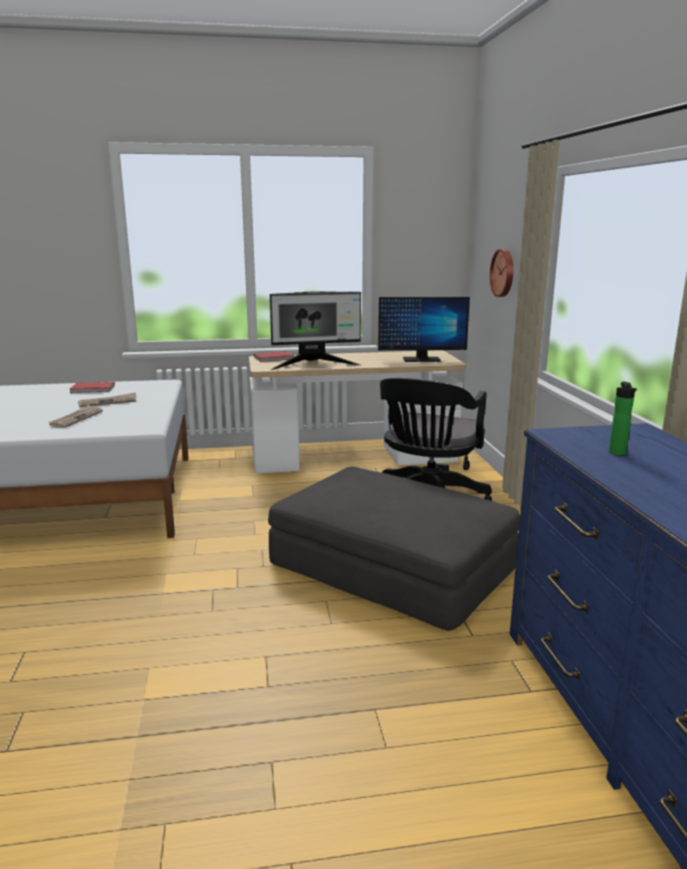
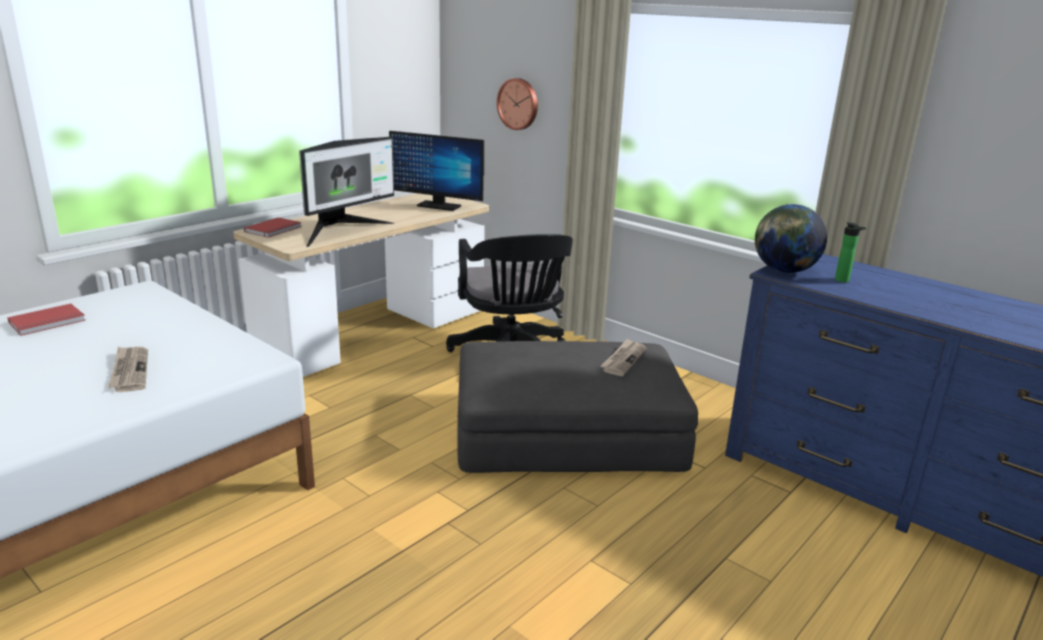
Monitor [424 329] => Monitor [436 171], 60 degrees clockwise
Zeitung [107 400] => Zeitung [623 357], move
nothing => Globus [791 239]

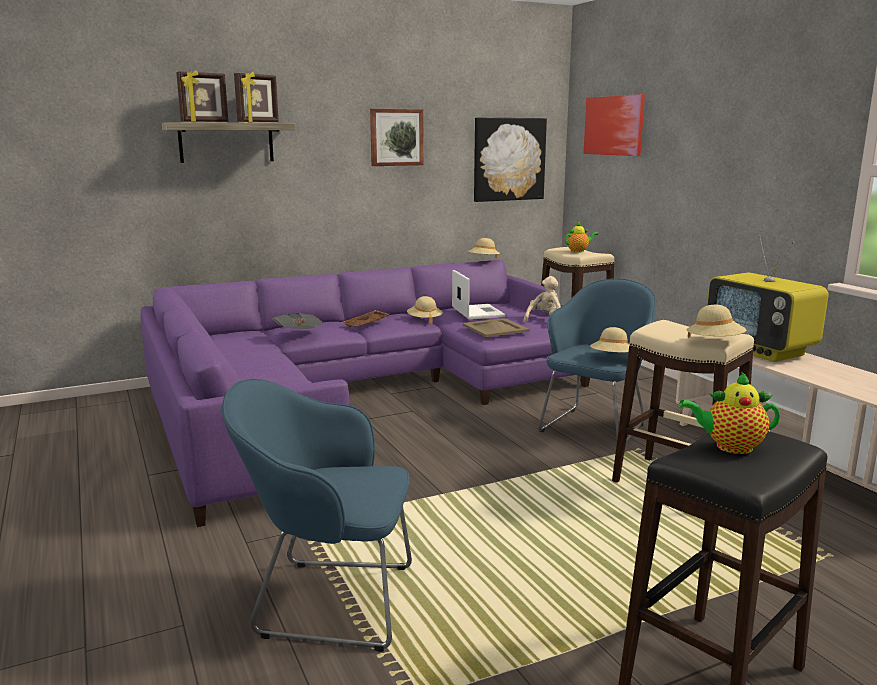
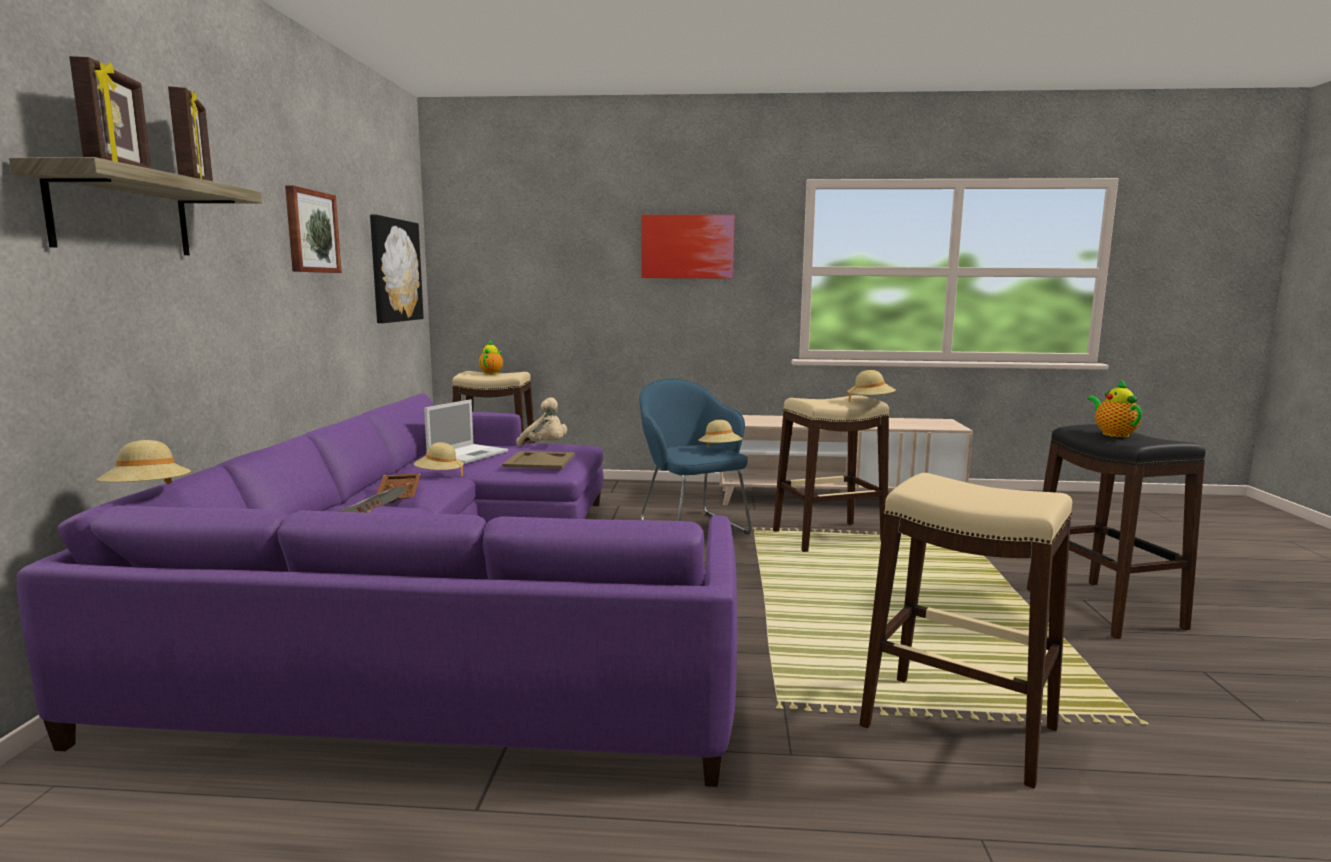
Hut [beige] [484 248] => Hut [beige] [143 462], move
Laptop [479 295] => Laptop [466 431], 105 degrees clockwise
Plüschtier [beige] [542 299] => Plüschtier [beige] [541 422], 150 degrees clockwise
Bild [614 125] => Bild [688 247], move
Sessel [blau] [317 515] => Hocker [beige] [966 631]
Teekanne [729 413] => Teekanne [1114 408], 135 degrees clockwise
Fernseher [768 298] => nothing

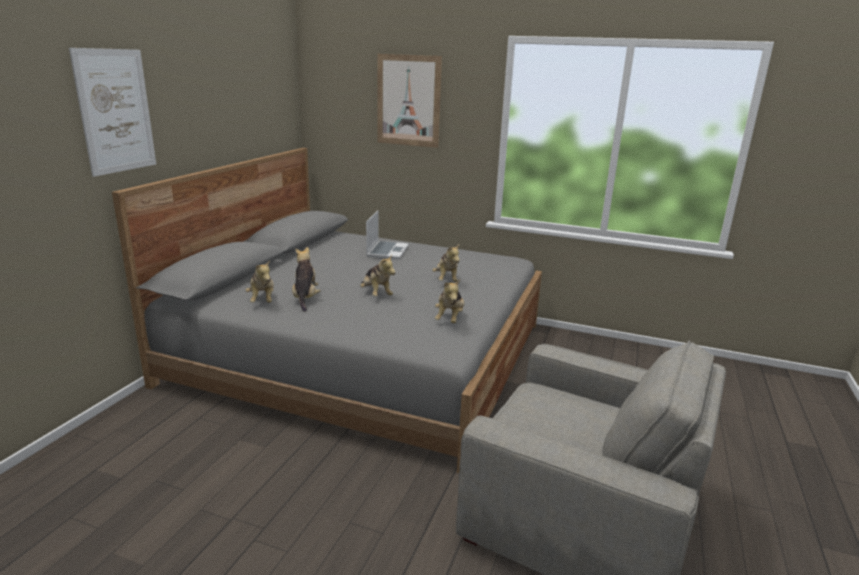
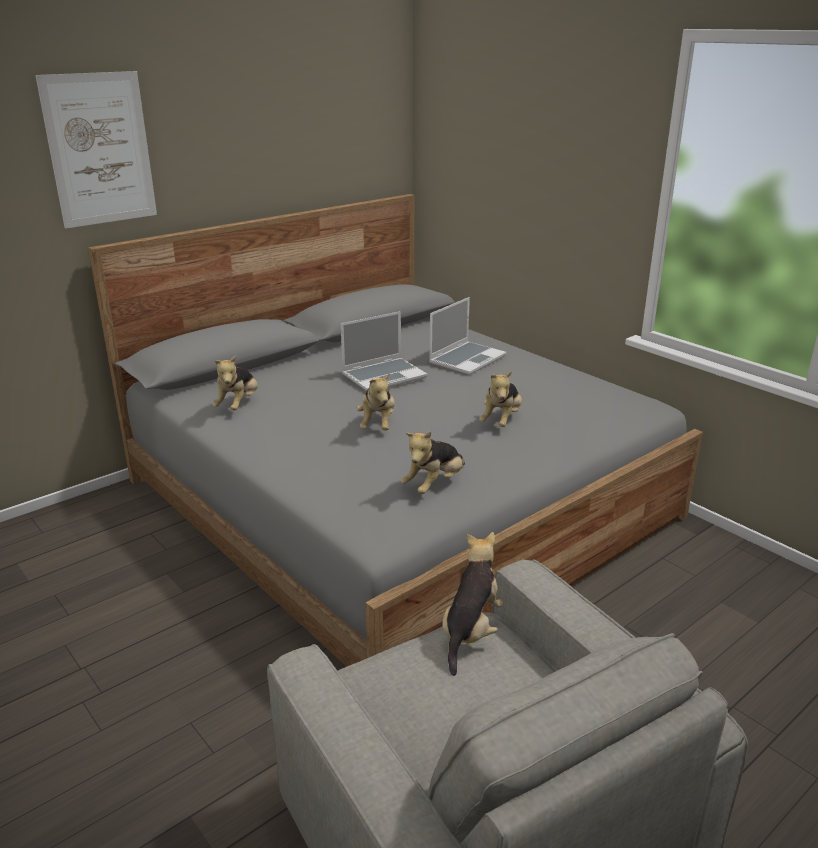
nothing => Laptop [384 351]
Plüschtier [306 279] => Plüschtier [473 604], move
Bild [410 101] => nothing

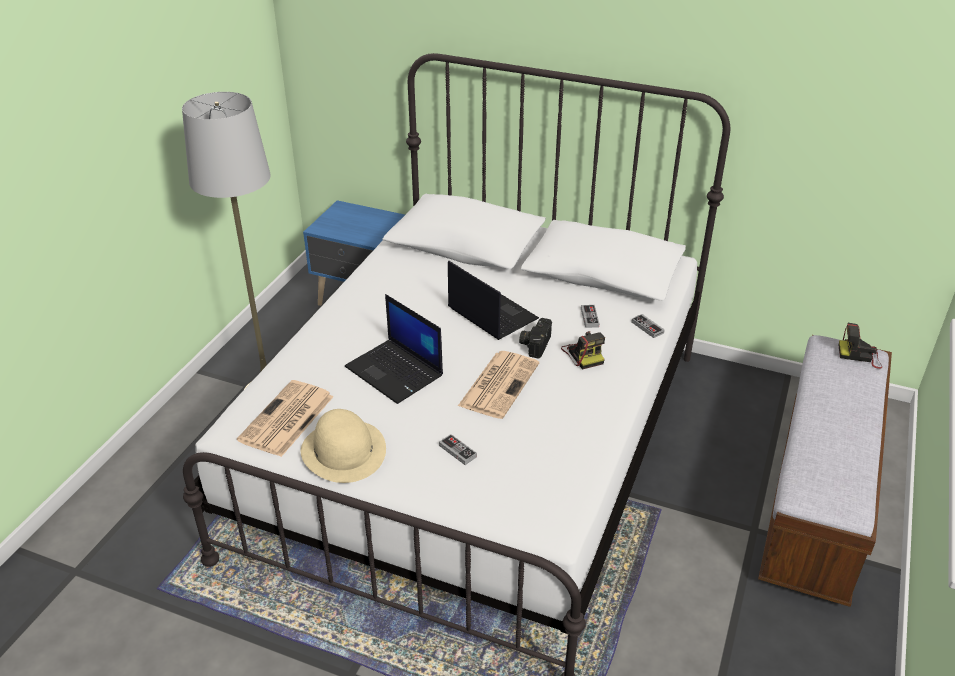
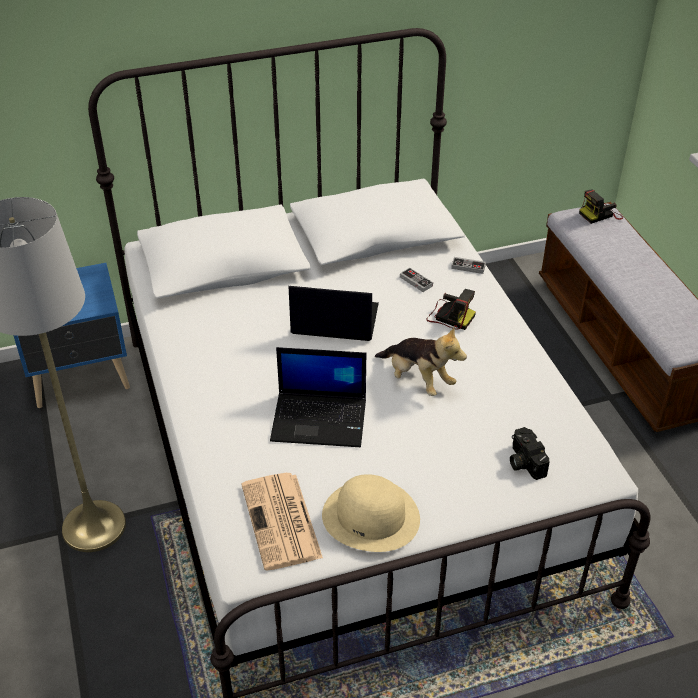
Zeitung [498 385] => Plüschtier [421 361]
Kamera [535 338] => Kamera [529 453], move
Gamepad [458 449] => nothing

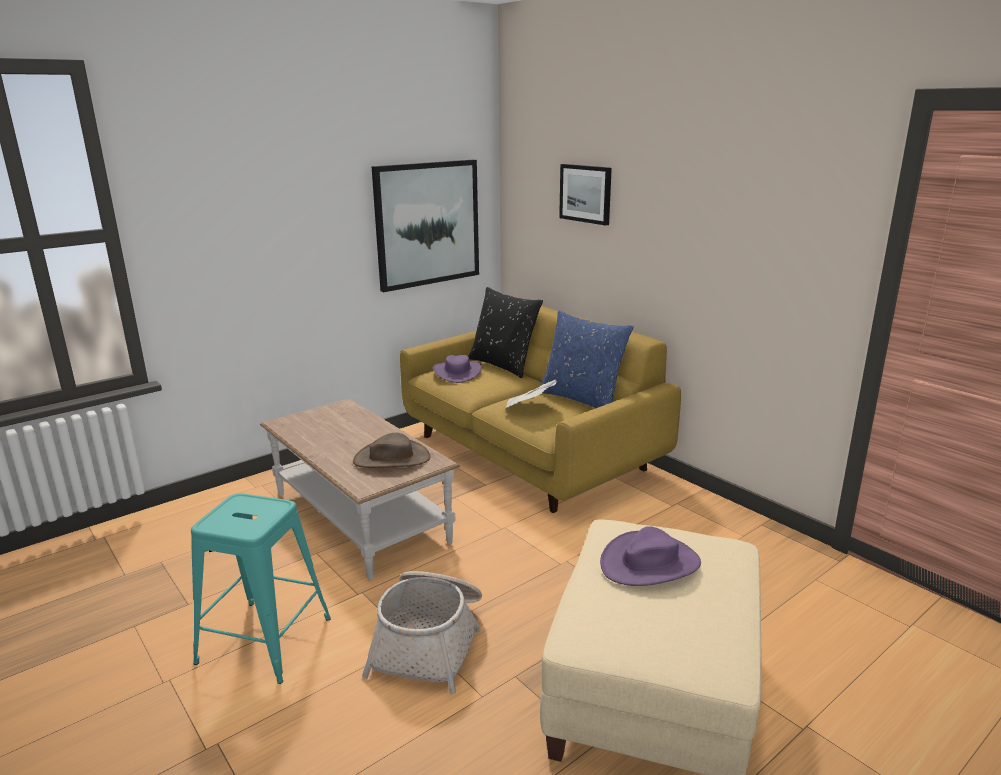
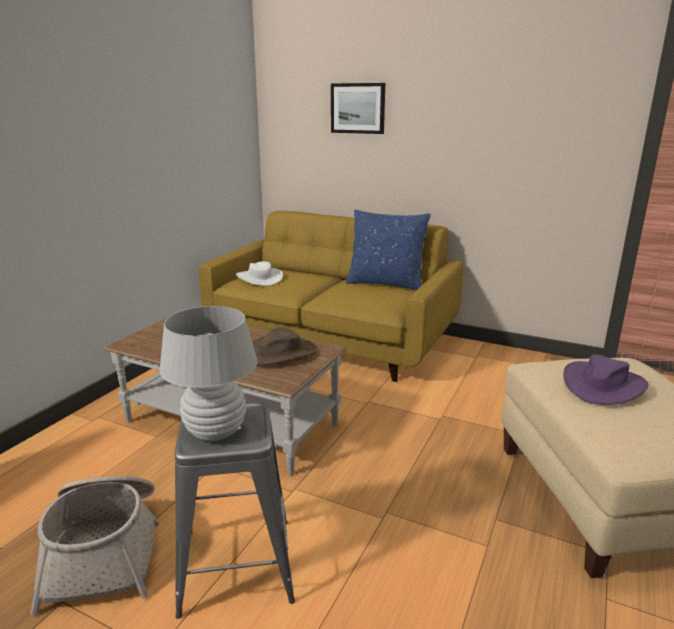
Korb [422 632] => Korb [94 546], move
nothing => Tischlampe [weiß] [208 373]
Hocker [türkis] [261 588] => Hocker [grau] [235 511]
Hut [lila] [457 369] => Hut [weiß] [259 273]
Bild [425 226] => nothing
Kissen [schwarz] [505 332] => nothing
Zeitung [531 393] => nothing

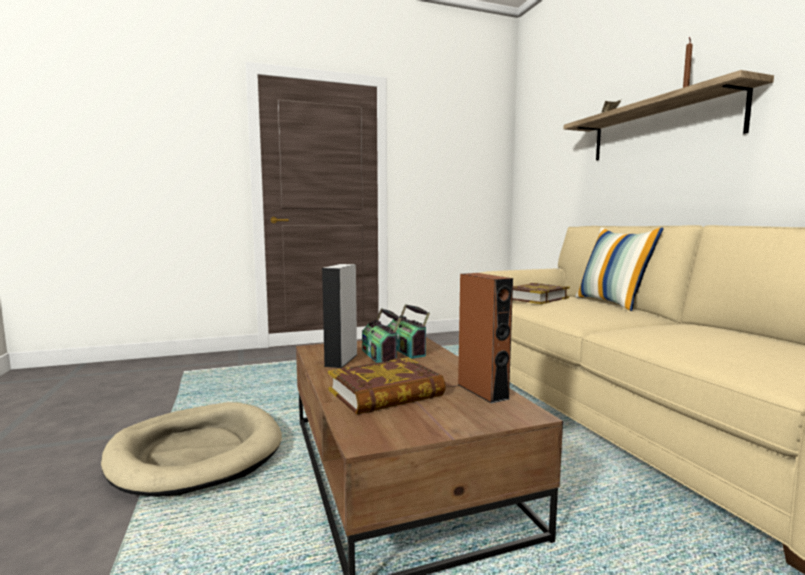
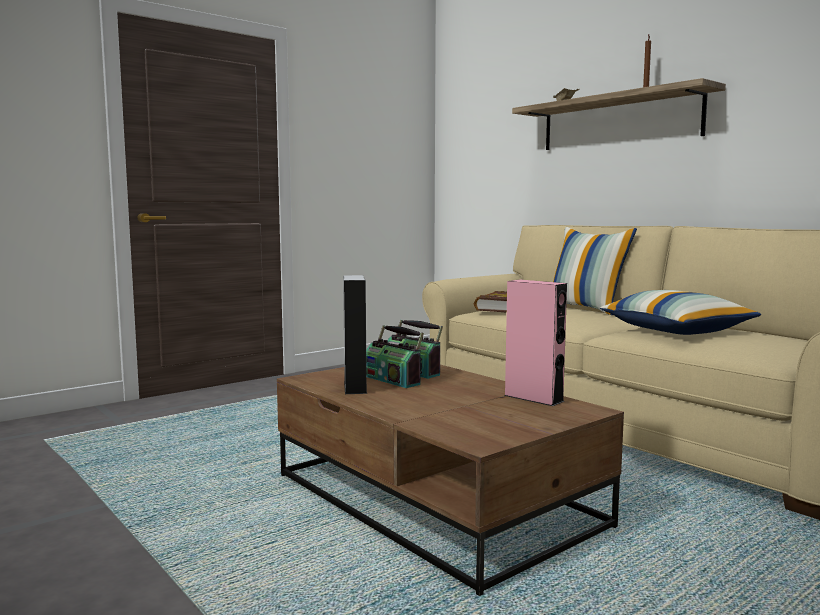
Lautsprecher [braun] [485 338] => Lautsprecher [rosa] [535 342]
nothing => Kissen [680 312]
Hundebett [beige] [191 449] => nothing
Buch [387 386] => nothing

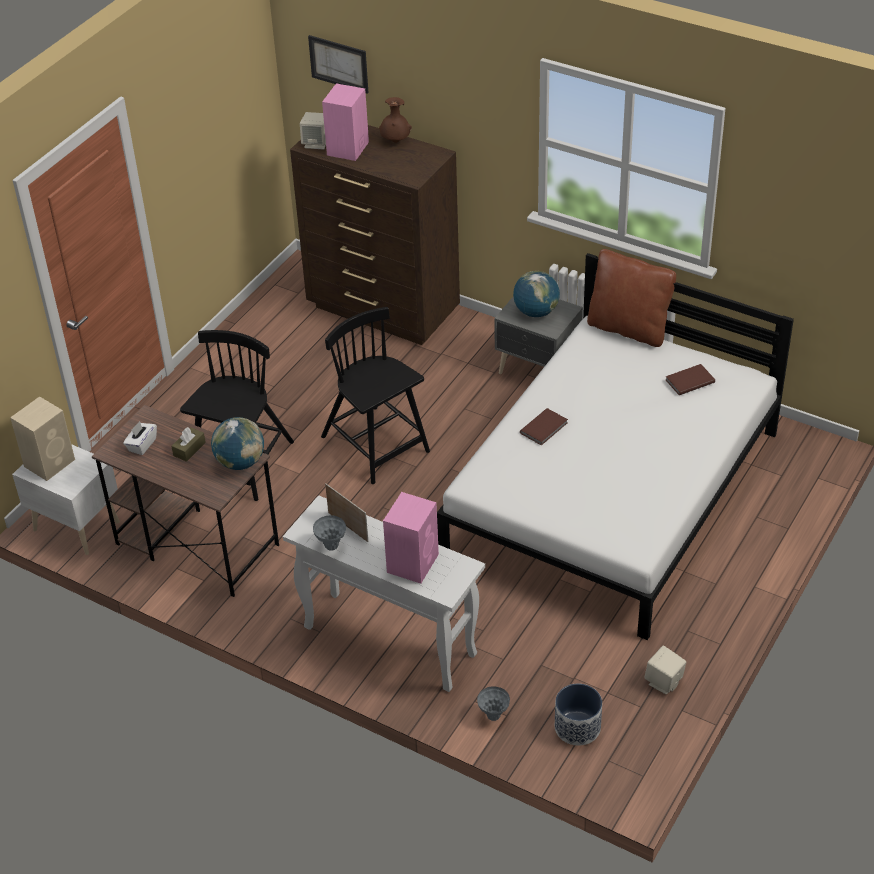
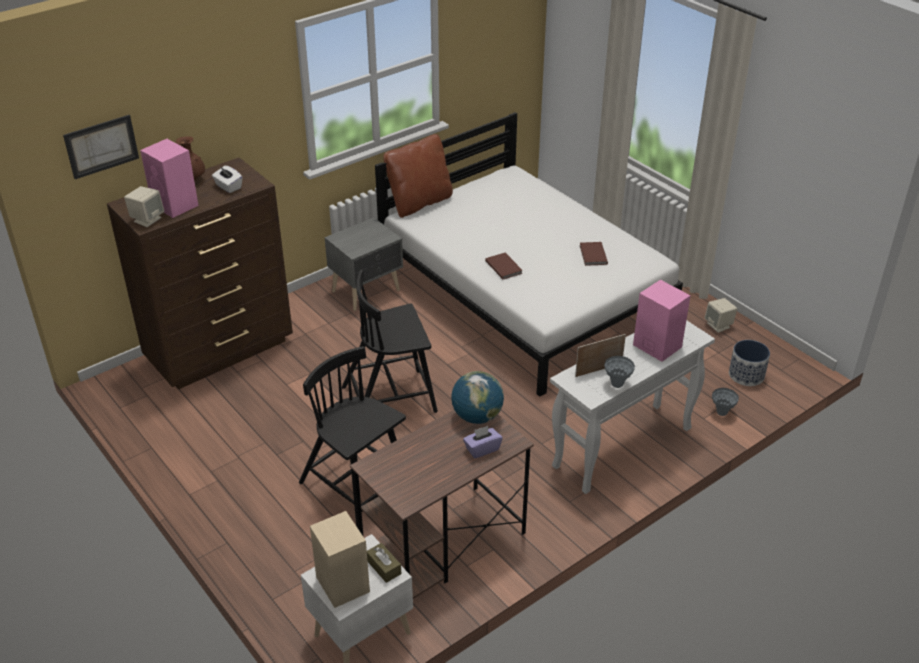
Taschentuchbox [weiß] [140 438] => Taschentuchbox [weiß] [227 179], move
Taschentuchbox [braun] [189 444] => Taschentuchbox [braun] [384 563], move
nothing => Taschentuchbox [lila] [482 442]
Buch [braun] [690 379] => Buch [braun] [594 254], move
Globus [536 294] => nothing

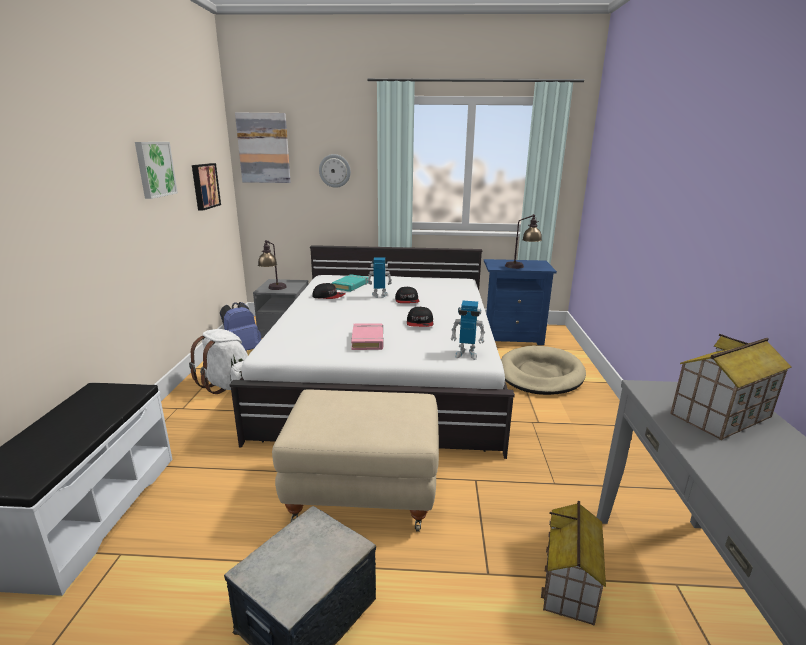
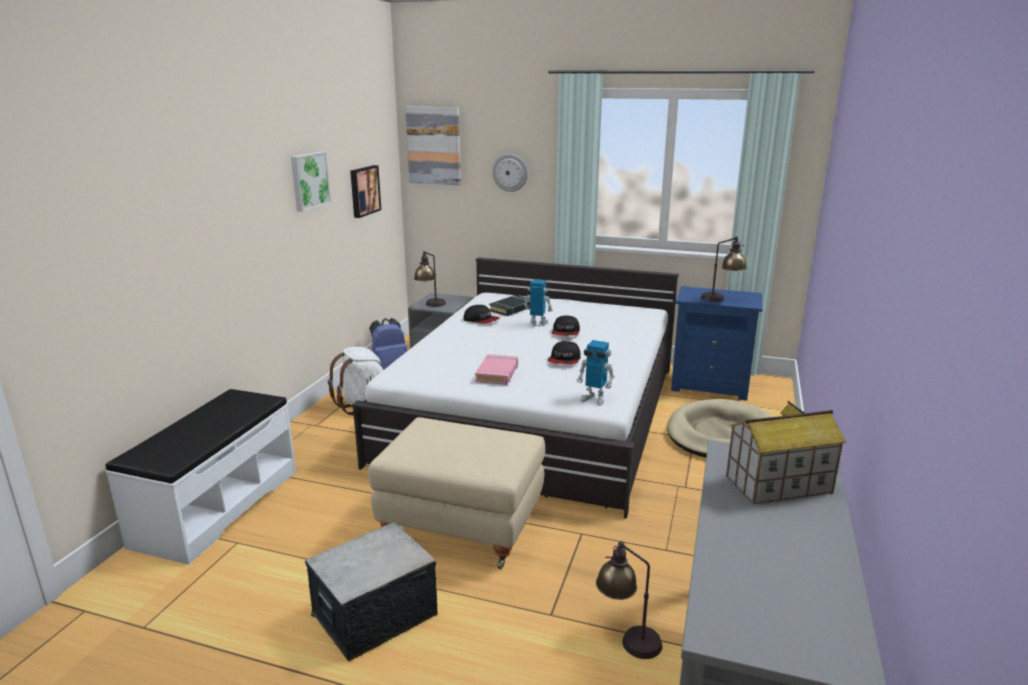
Buch [türkis] [350 283] => Buch [schwarz] [509 305]
Spielzeughaus [573 563] => Tischlampe [629 600]

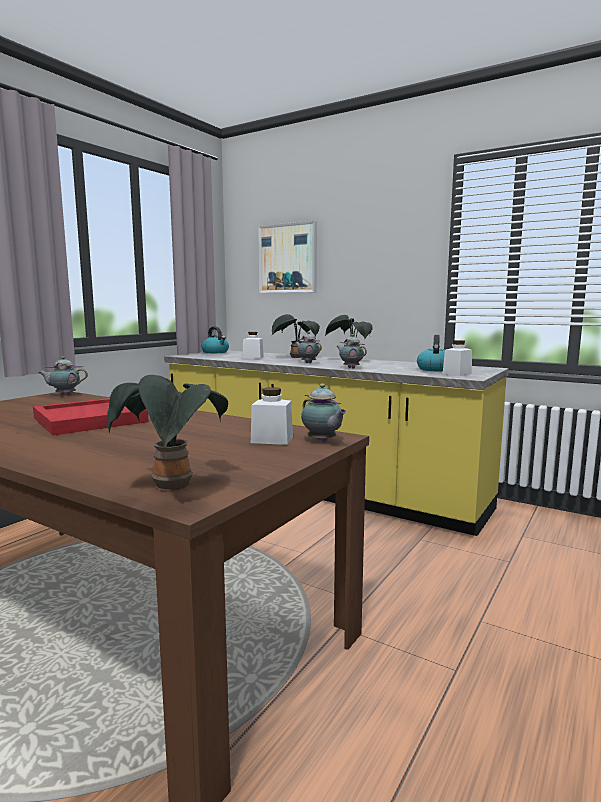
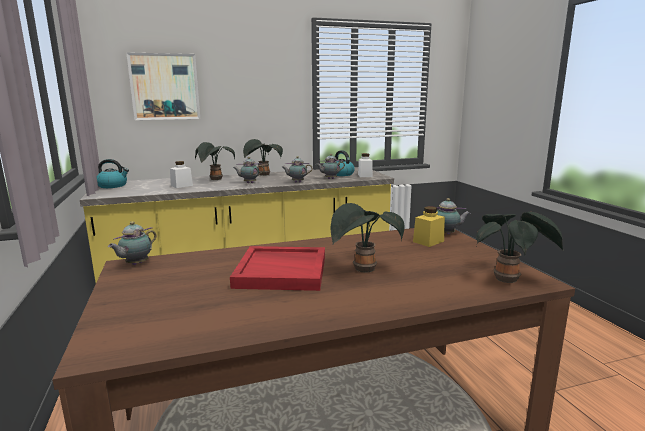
nothing => Teekanne [330 166]
nothing => Topfpflanze [367 238]
Vorratsglas [weiß] [272 416] => Vorratsglas [gelb] [429 226]

